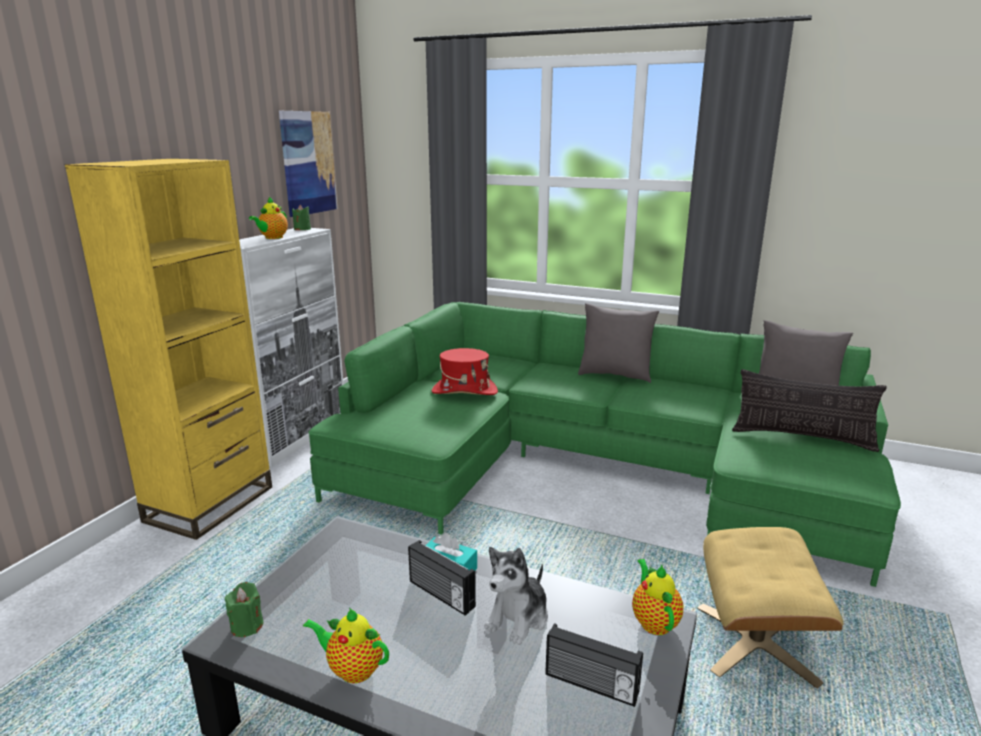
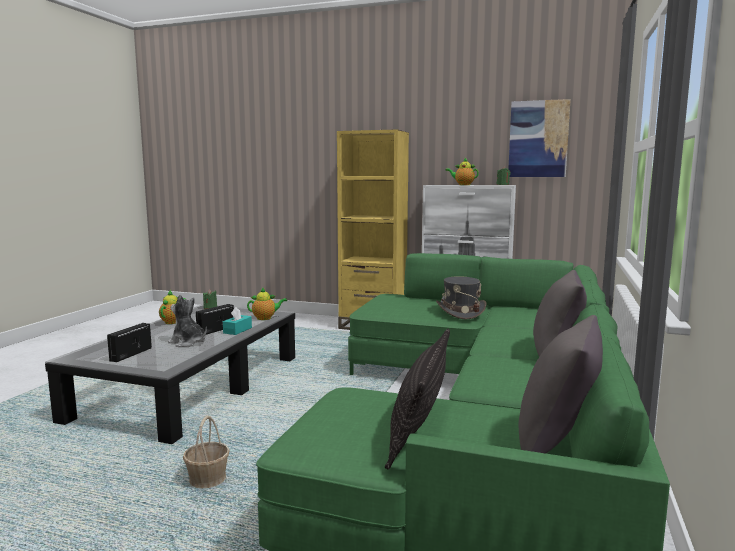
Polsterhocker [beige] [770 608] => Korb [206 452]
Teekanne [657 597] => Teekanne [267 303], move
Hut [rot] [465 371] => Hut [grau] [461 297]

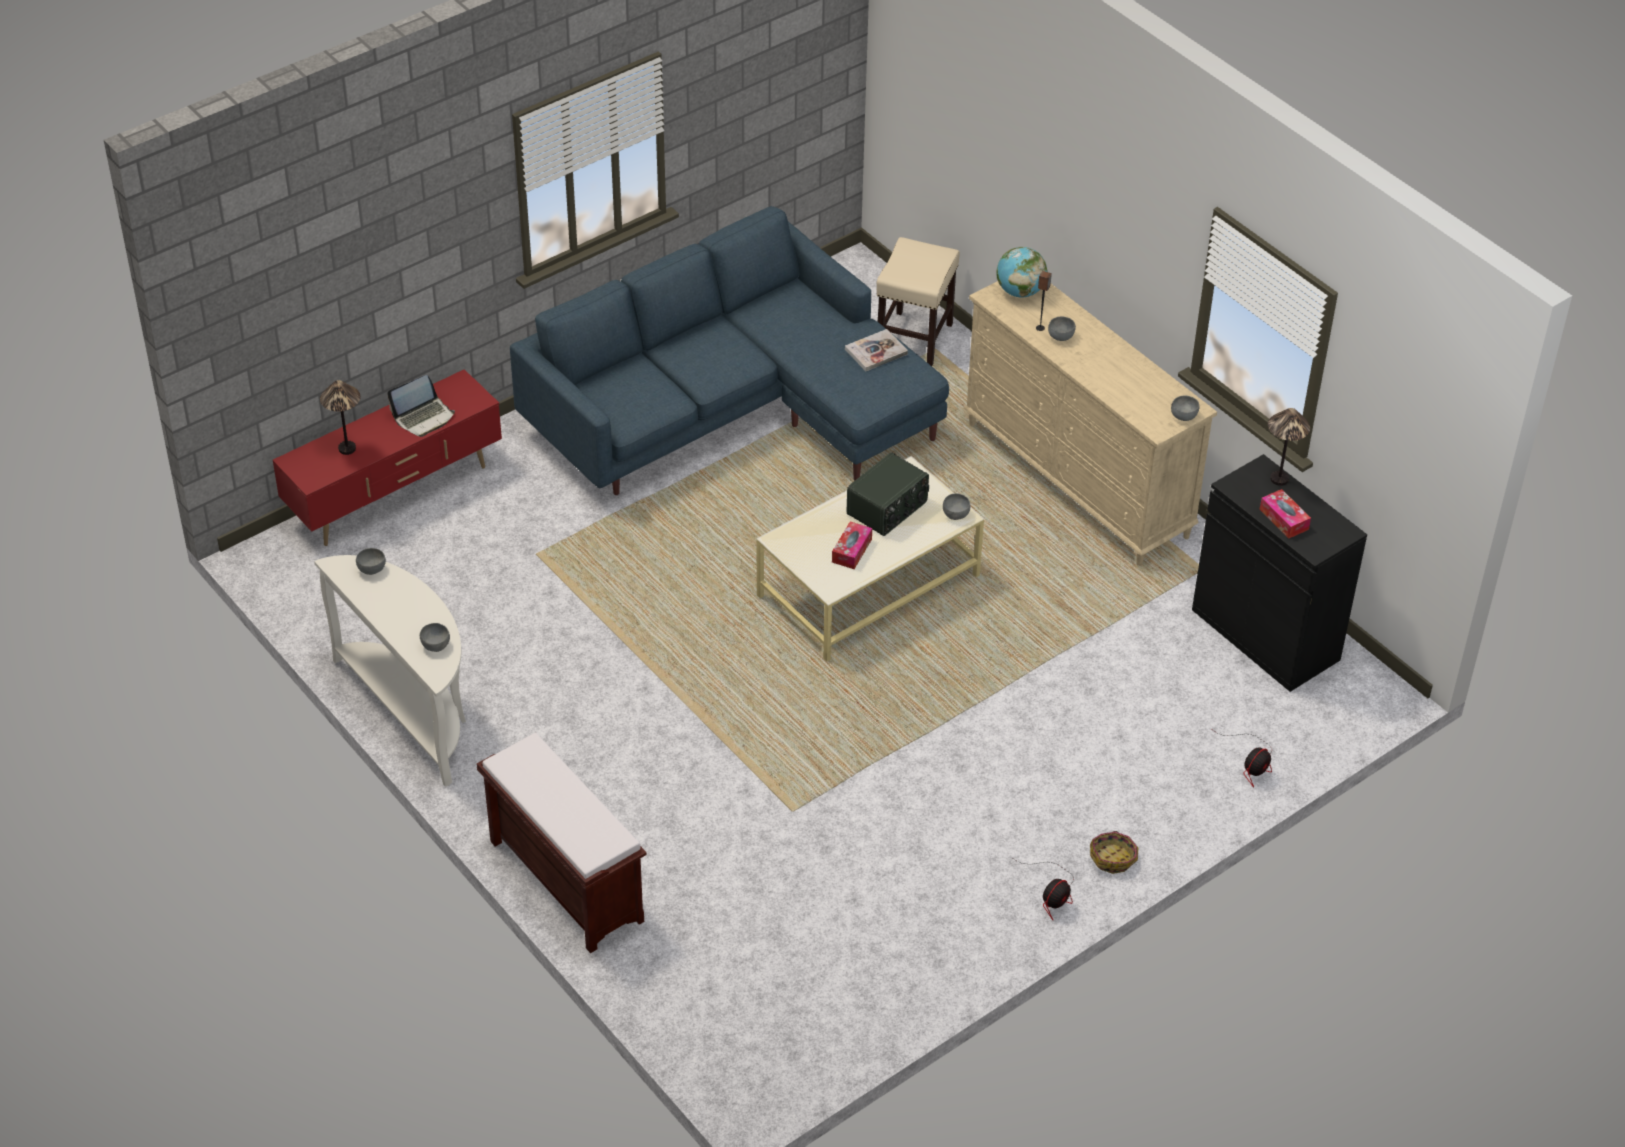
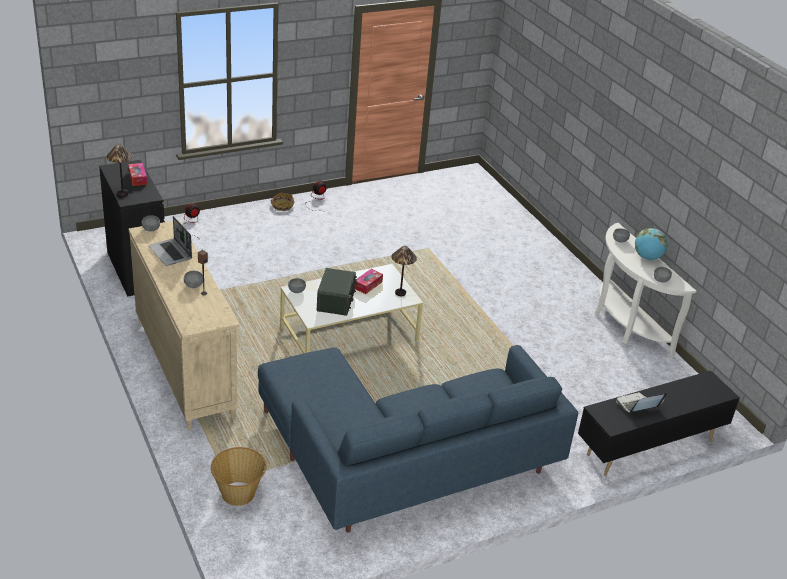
nothing => Laptop [170 241]
Hocker [beige] [918 301] => Korb [239 476]
Radio [887 494] => Radio [337 292], 135 degrees clockwise
Tischlampe [340 417] => Tischlampe [404 271], move
Fernsehschrank [rot] [387 457] => Fernsehschrank [schwarz] [659 423]
Globus [1021 272] => Globus [651 244], move
Bank [braun] [562 843] => nothing
Buch [876 350] => nothing

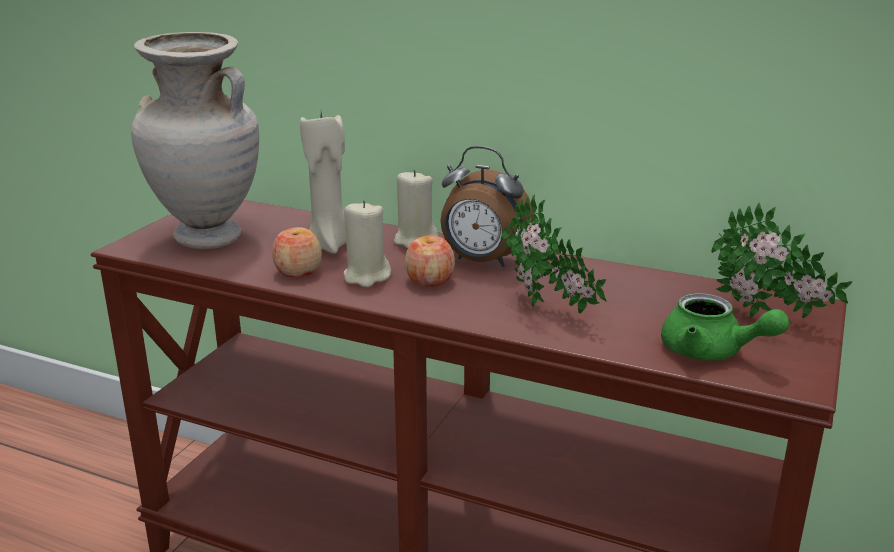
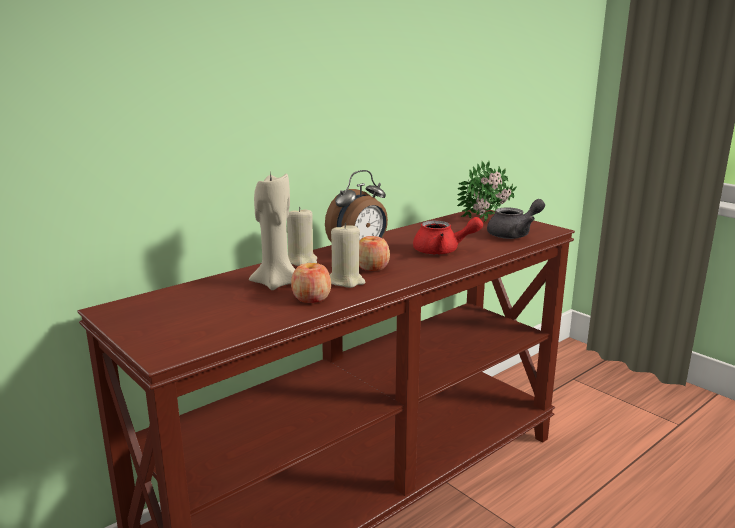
Topfpflanze [554 253] => Teekanne [rot] [448 236]
Teekanne [grün] [725 327] => Teekanne [grau] [516 219]
Vase [beige] [195 140] => nothing

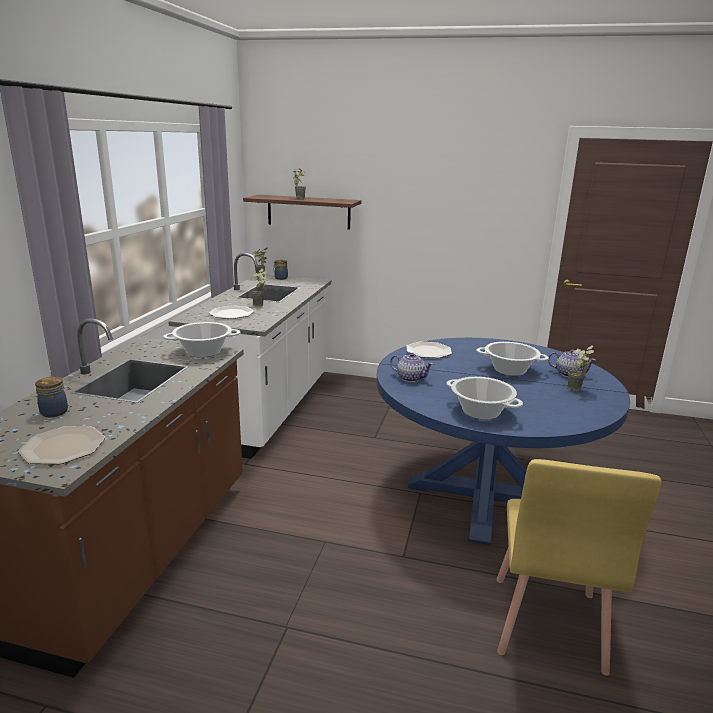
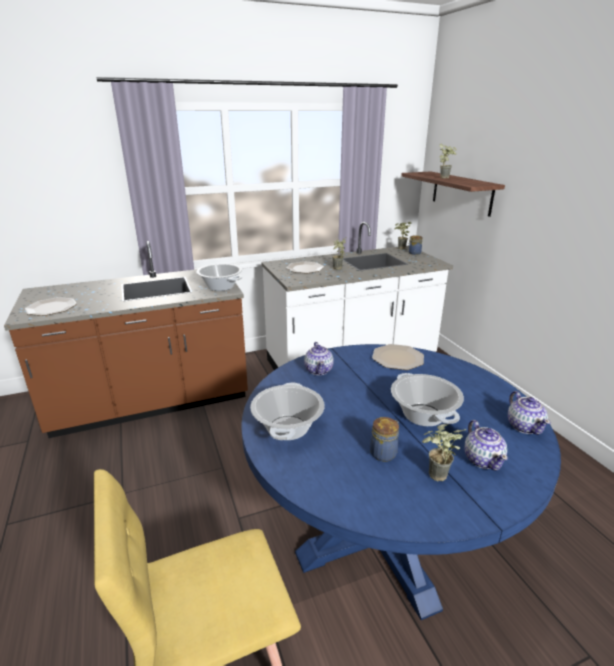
Vorratsglas [51 397] => Vorratsglas [384 439], move
nothing => Teekanne [529 413]

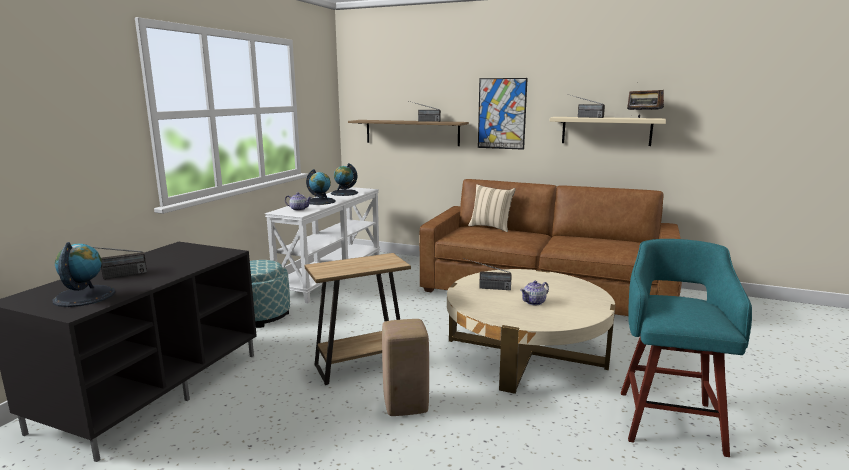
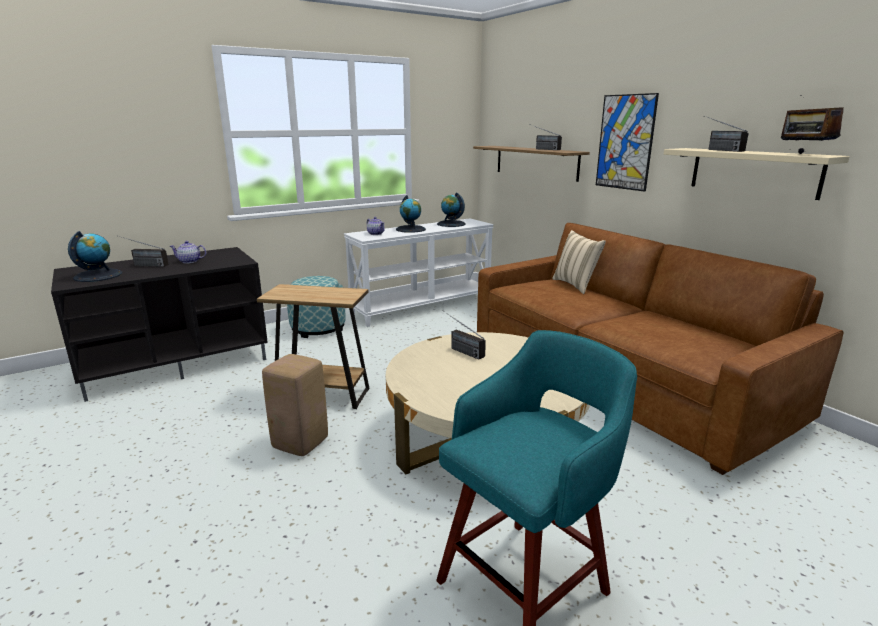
Teekanne [535 293] => Teekanne [187 252], move

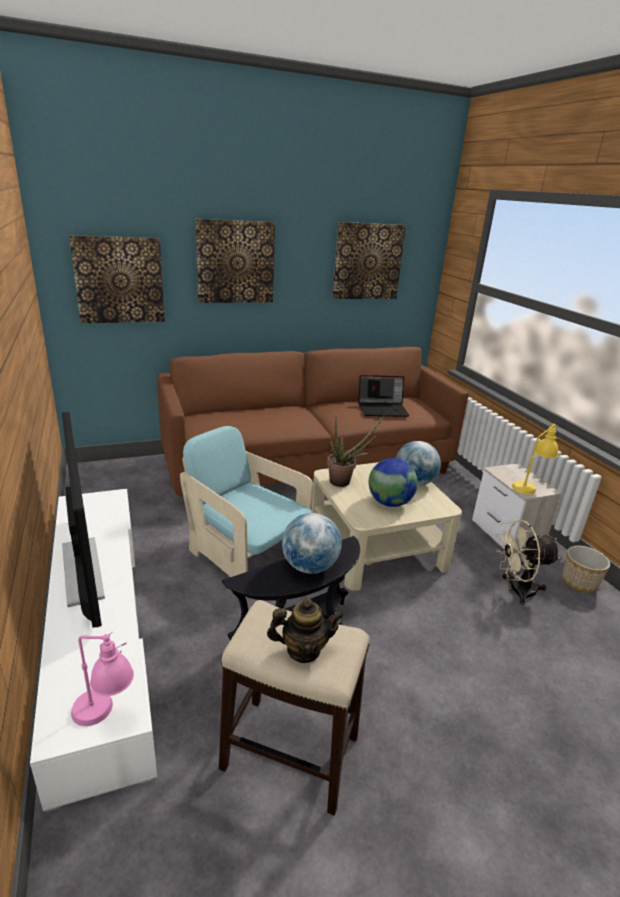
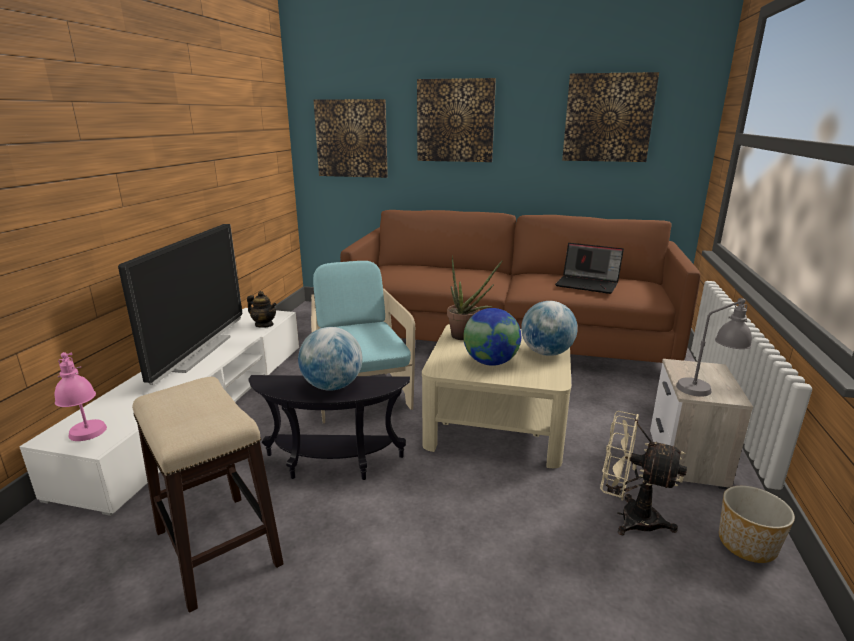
Teekanne [305 630] => Teekanne [262 309], move
Tischlampe [gelb] [535 458] => Tischlampe [grau] [714 347]

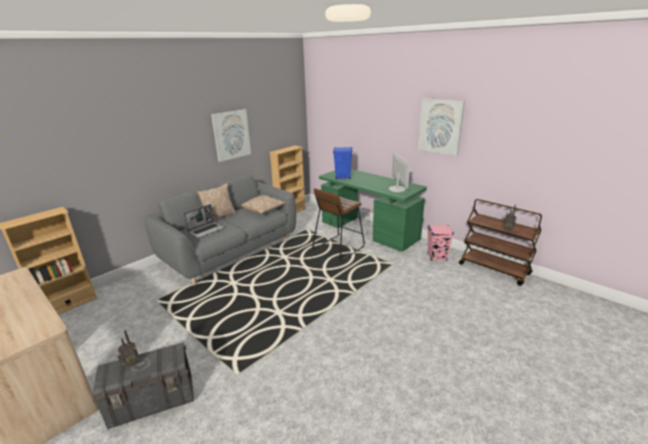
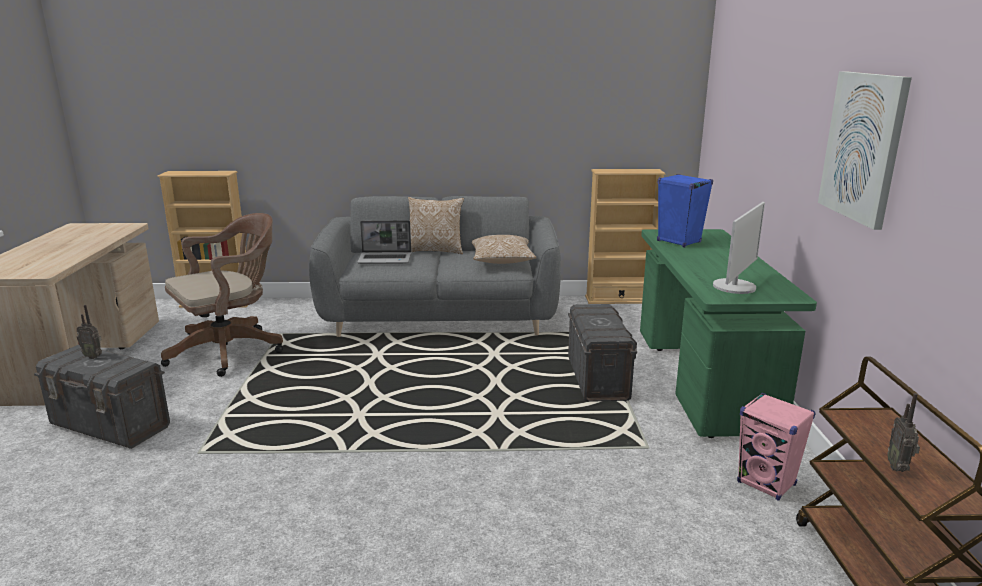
nothing => Bürostuhl [braun] [222 295]
Hocker [braun] [338 224] => Aufbewahrungsbox [grau] [602 353]
Bild [231 135] => nothing

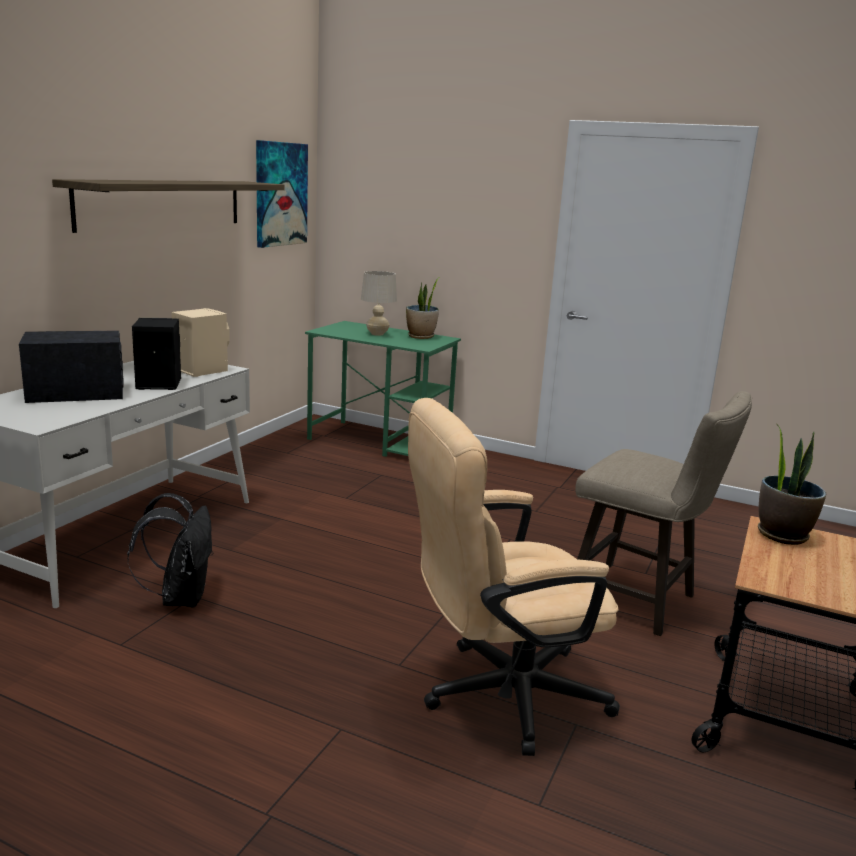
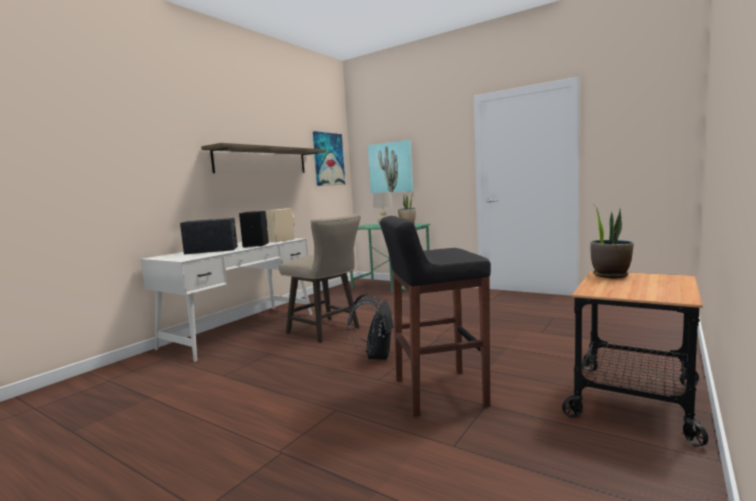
Hocker [beige] [663 513] => Hocker [beige] [320 278], move
Rucksack [schwarz] [169 550] => Rucksack [schwarz] [370 326], move
nothing => Bild [390 166]
Bürostuhl [beige] [514 577] => Hocker [schwarz] [435 316]

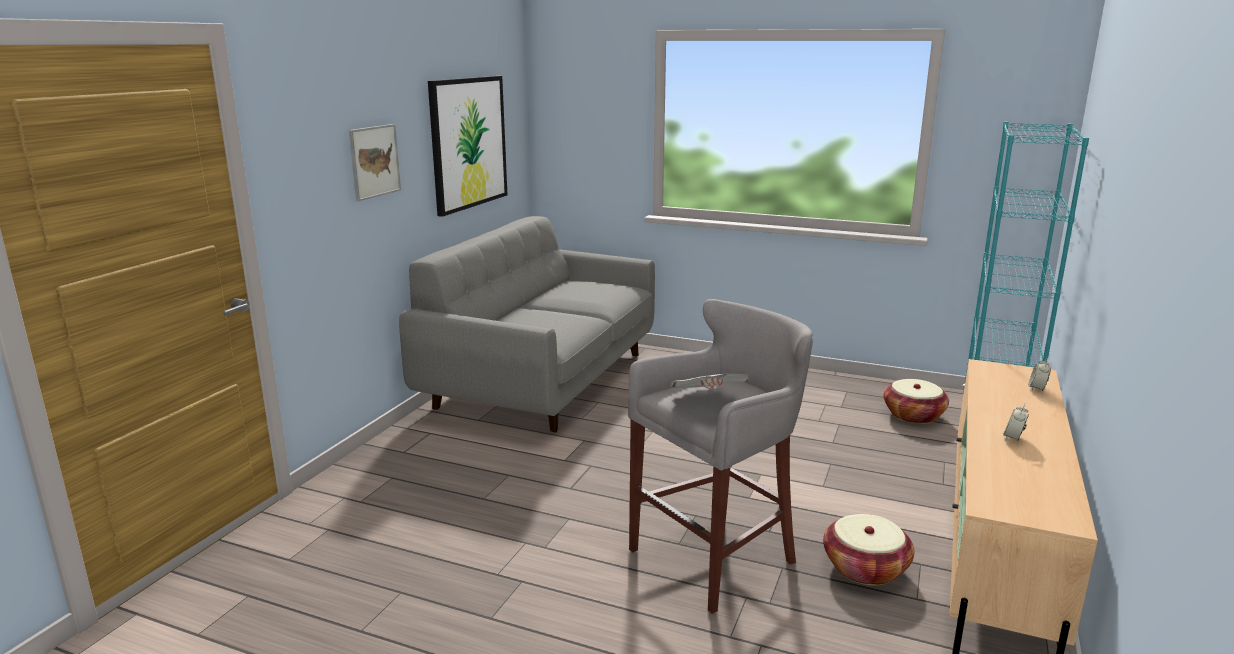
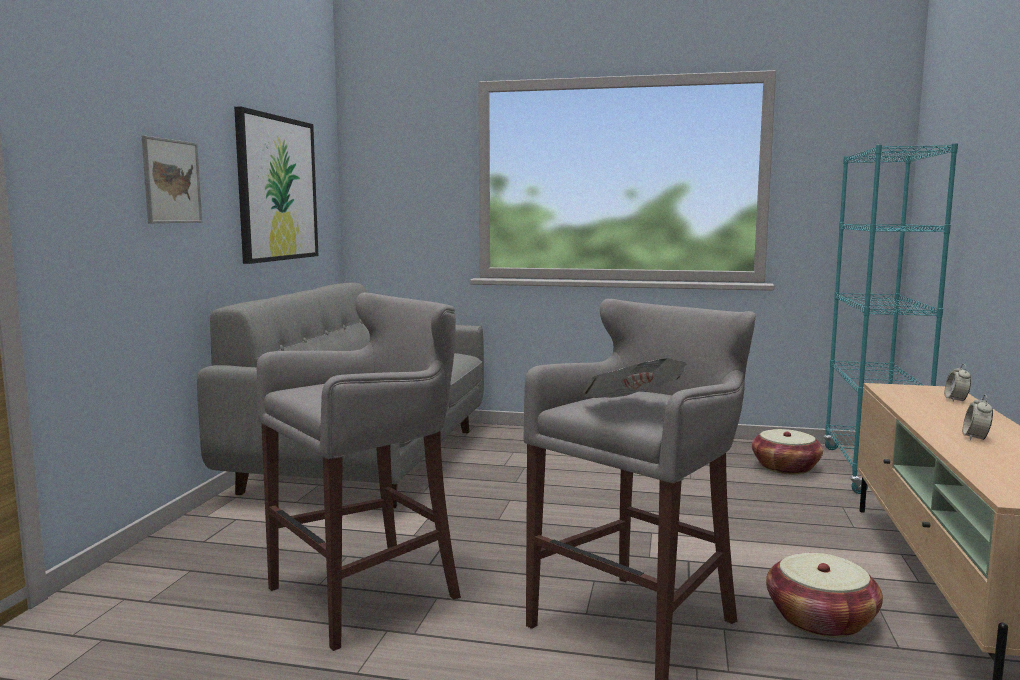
nothing => Hocker [grau] [359 472]

